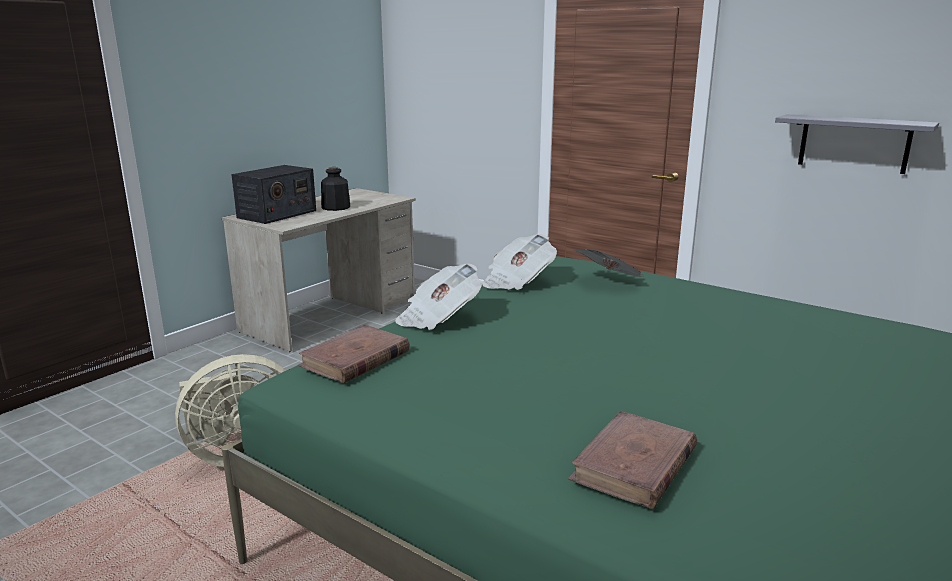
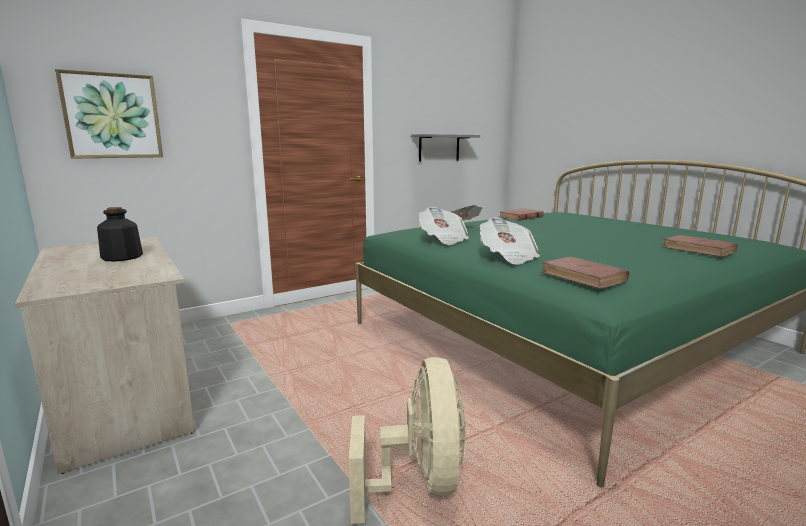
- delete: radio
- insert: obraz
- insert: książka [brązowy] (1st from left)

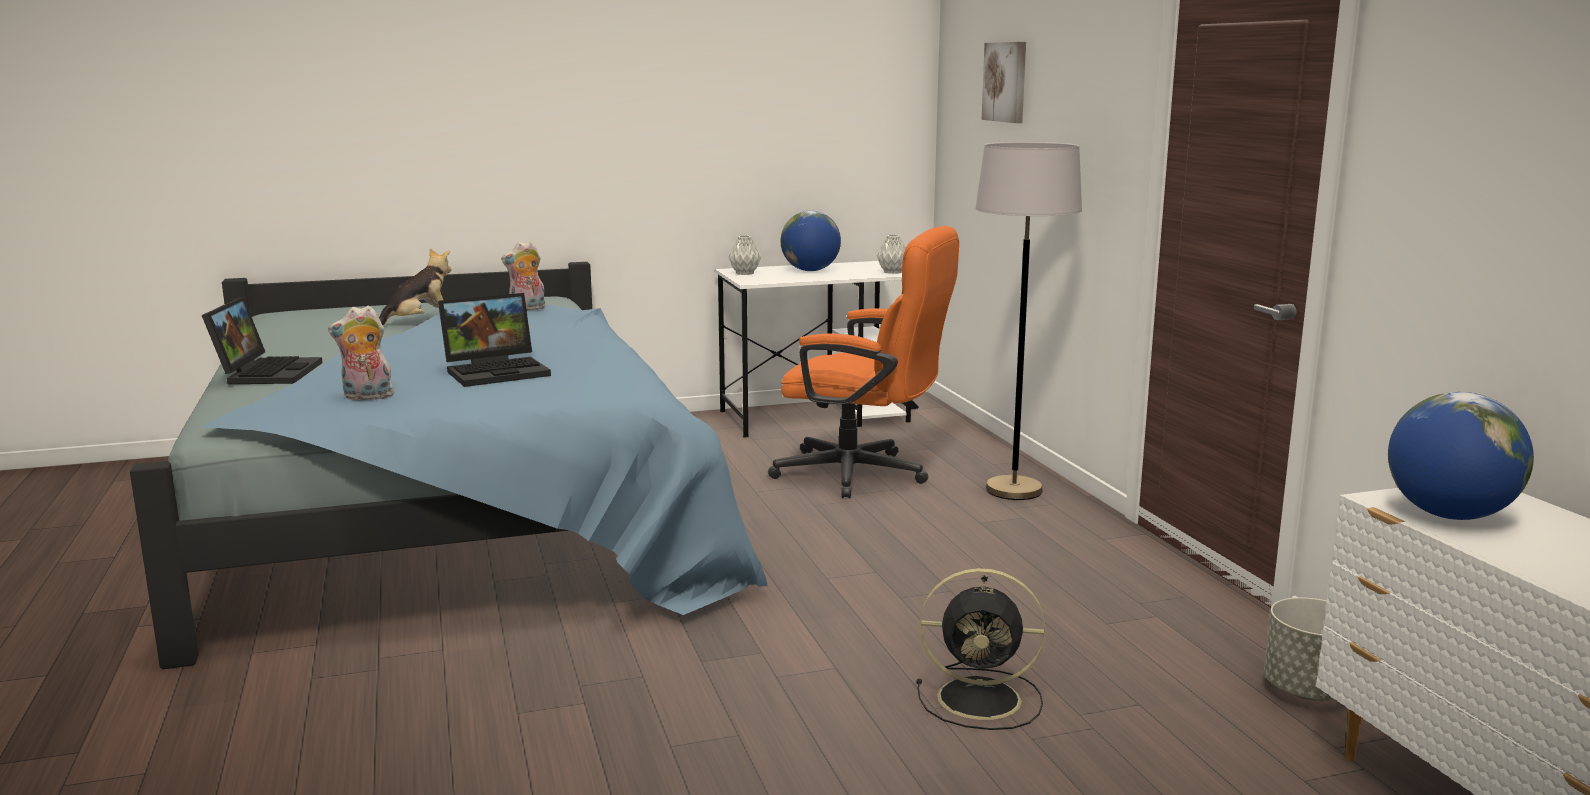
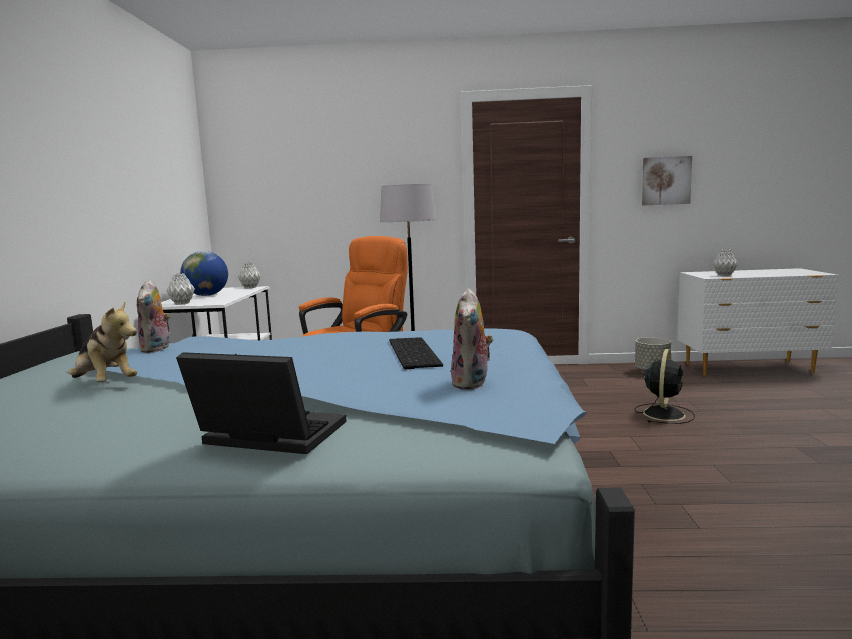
- rotate: pluszak (2nd from left in the first image) 150 degrees clockwise
- replace: laptop (2nd from left) to klawiatura
- move: obraz
- replace: globus (2nd from left) to wazon [szary] (3rd from left)

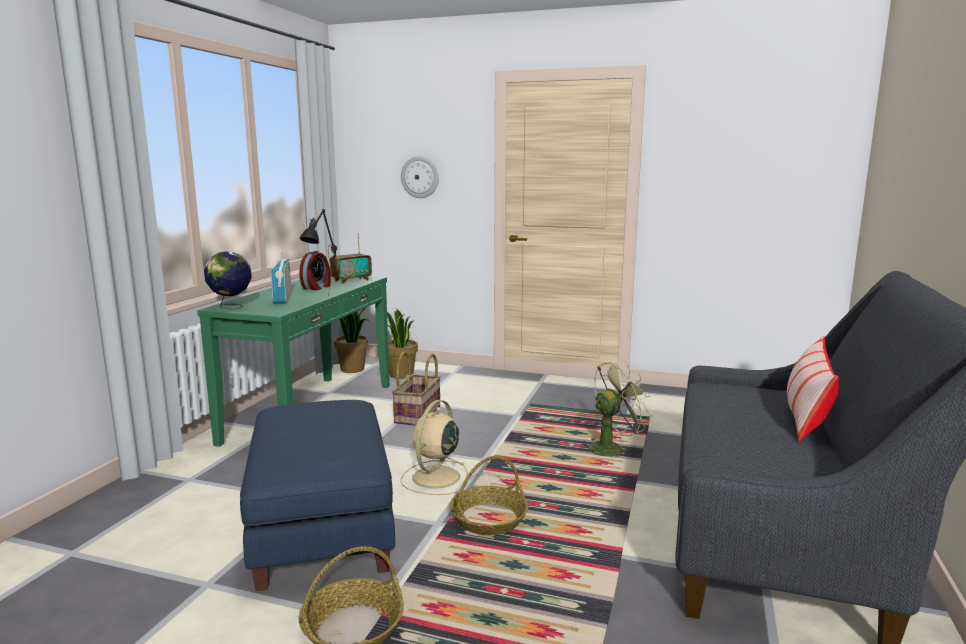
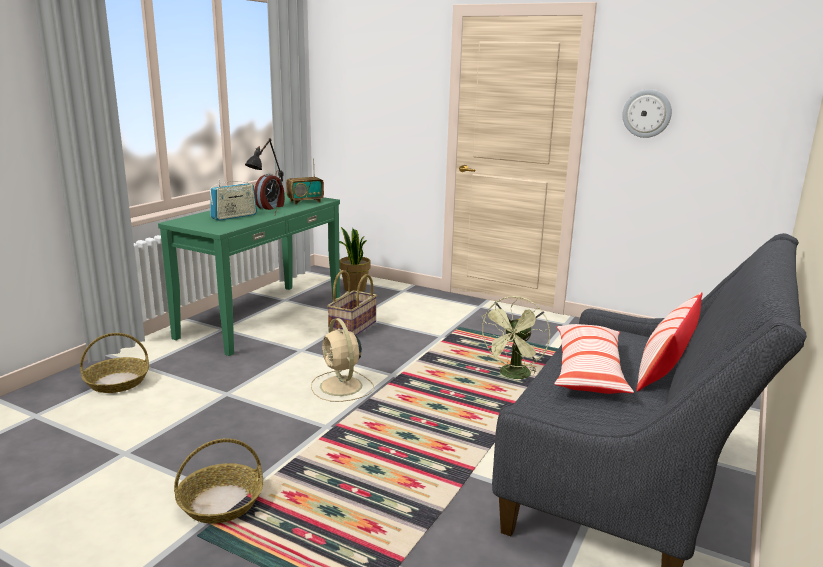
- delete: globus
- delete: pufa [niebieski]
- rotate: radio (1st from left) 135 degrees counterclockwise
- delete: roślina doniczkowa (1st from left)
- rotate: wentylator [beżowy] 60 degrees counterclockwise
- move: zegar ścienny
- move: koszyk (3rd from left in the first image) to koszyk (1st from left)
- rotate: wentylator [zielony] 135 degrees clockwise
- insert: poduszka (1st from left)

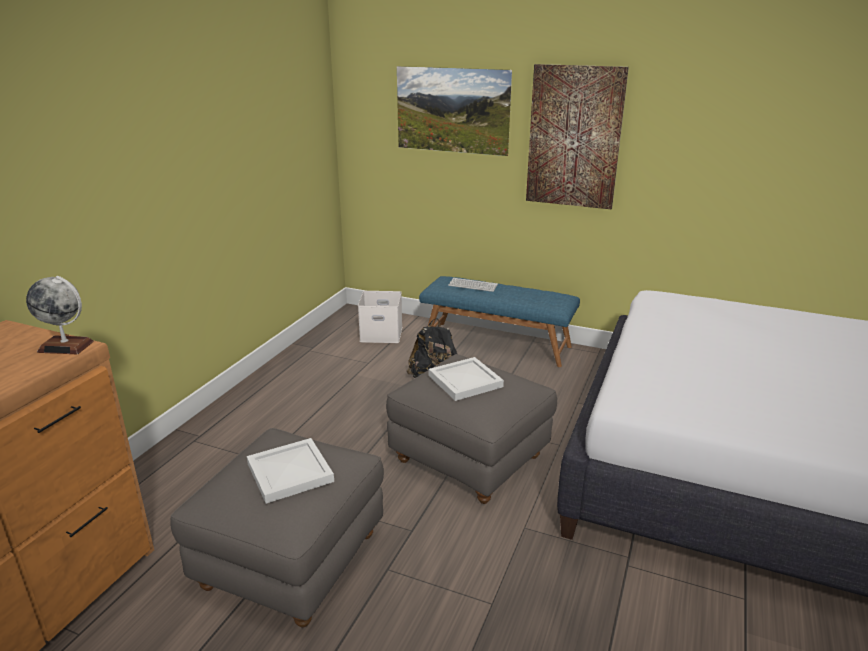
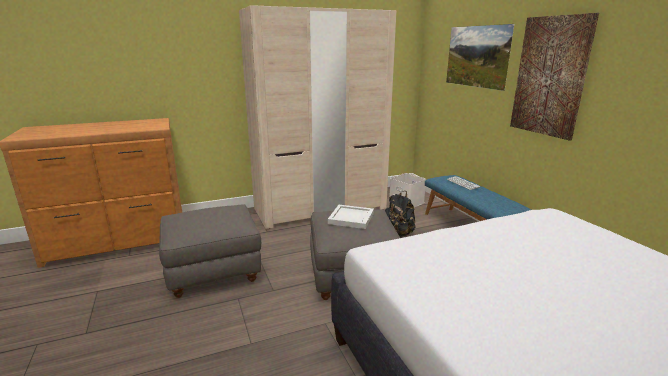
- delete: globus
- delete: taca [biały] (1st from left)
- insert: szafa [beżowy]

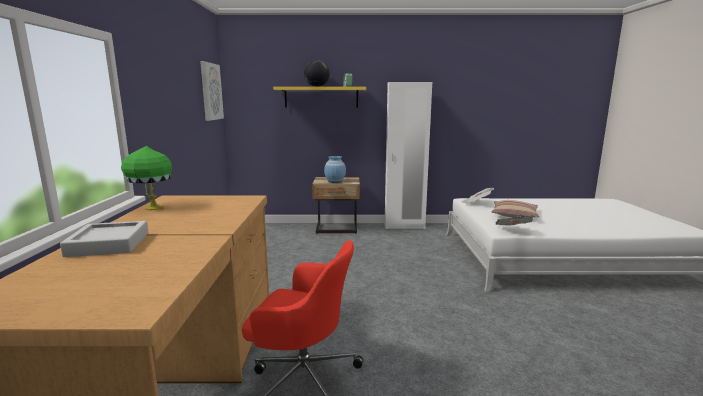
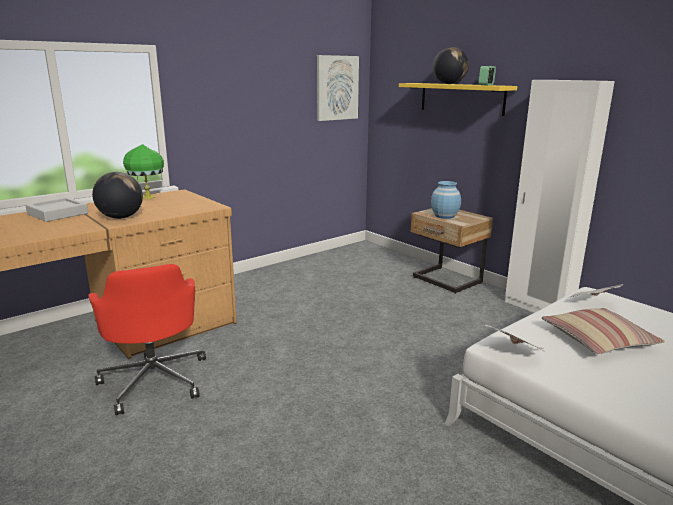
- insert: globus (1st from left)

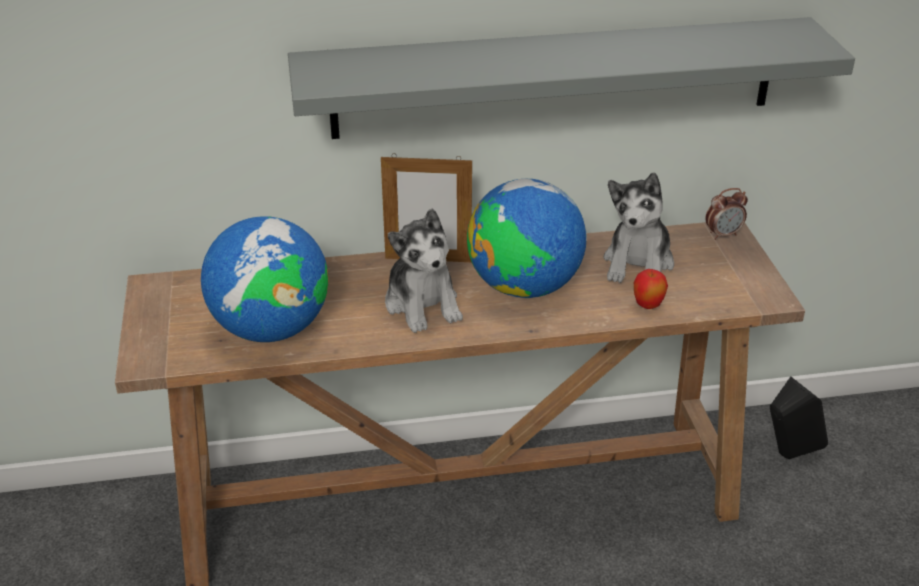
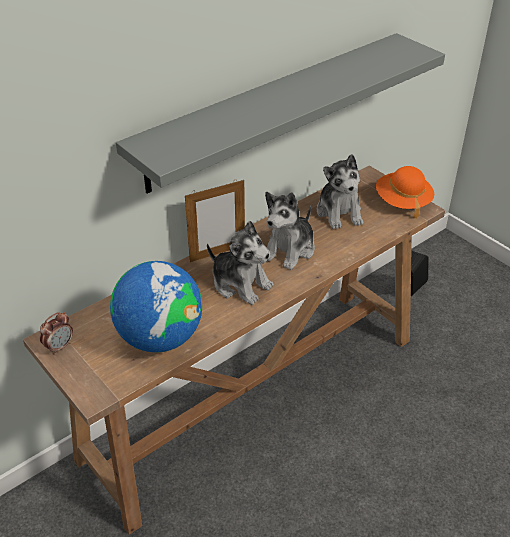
- replace: globus (2nd from left) to pluszak (2nd from left)
- delete: jabłko
- move: budzik
- insert: kapelusz [pomarańczowy]

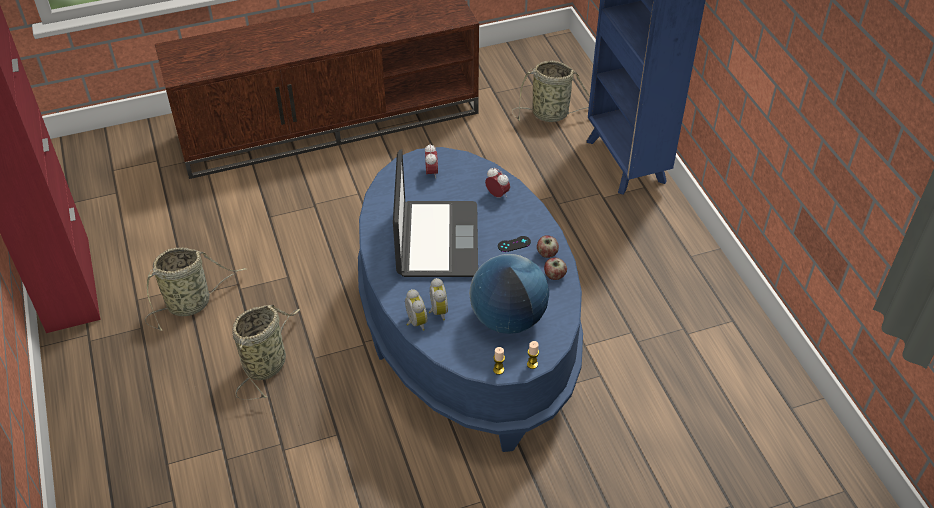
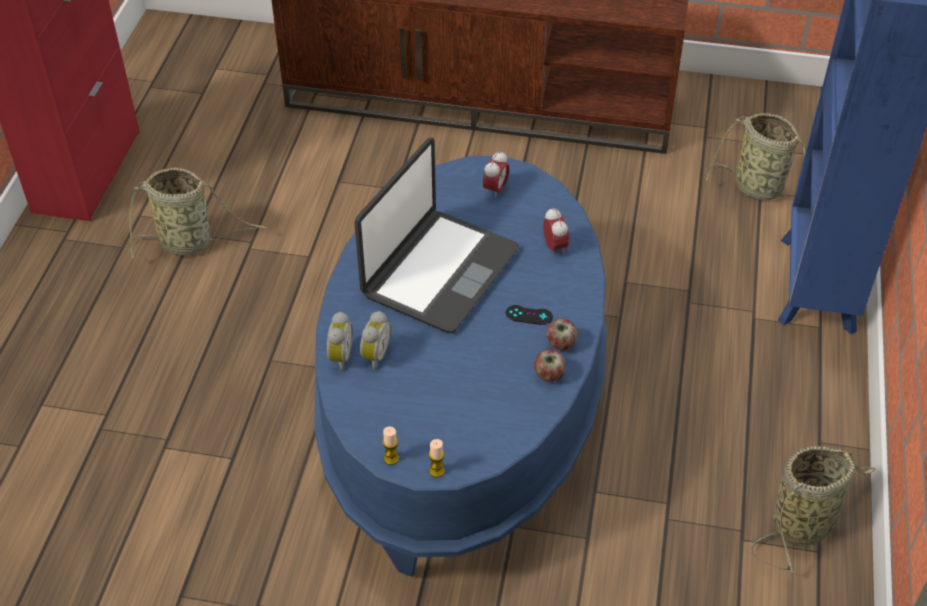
- move: koszyk (2nd from left in the first image) to koszyk (3rd from left)
- delete: globus

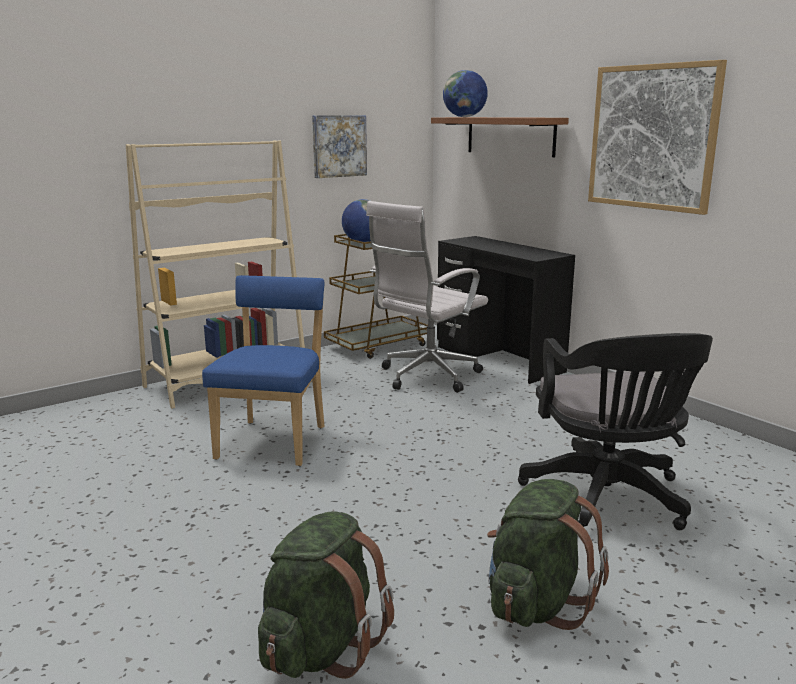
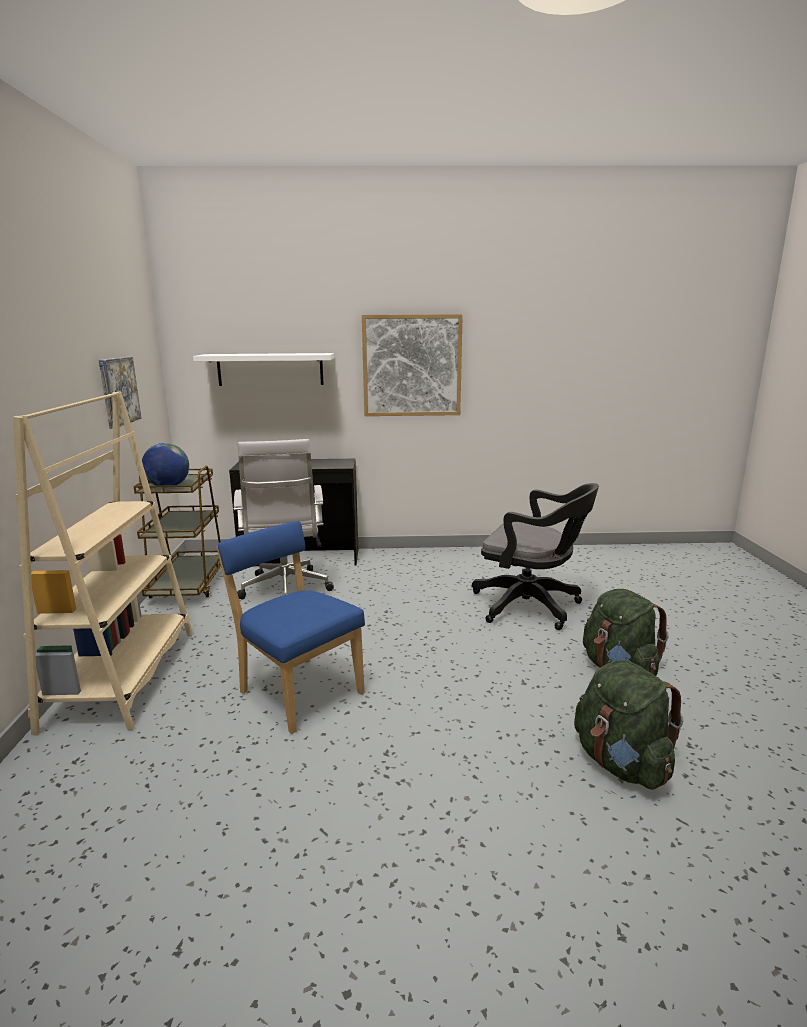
- recolor: półka [brązowy] to półka [biały]
- delete: globus (2nd from left)

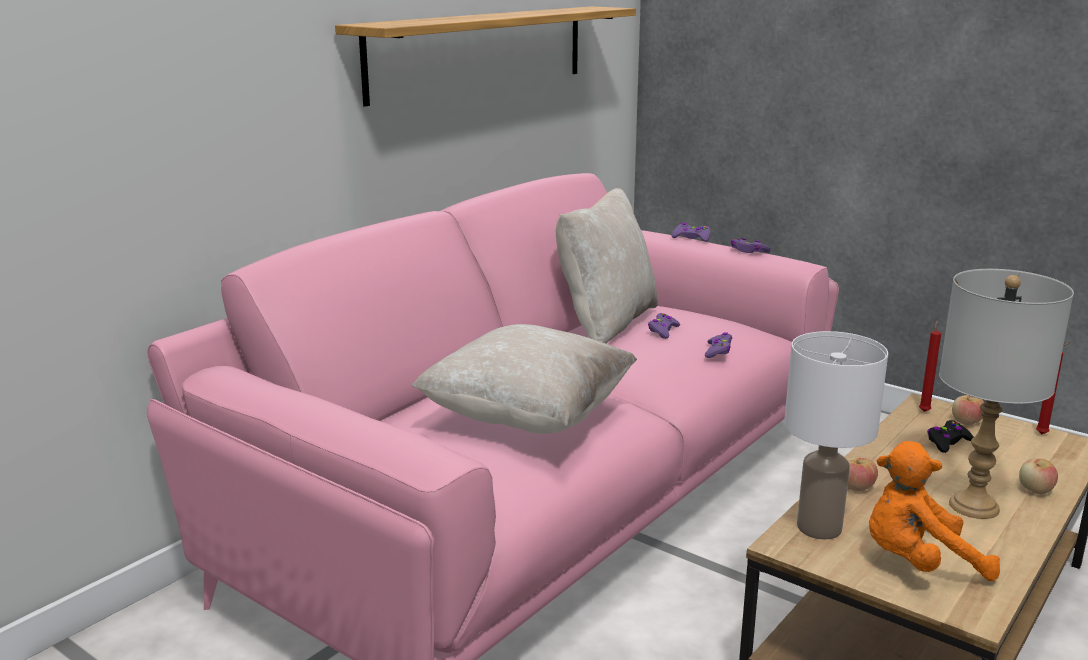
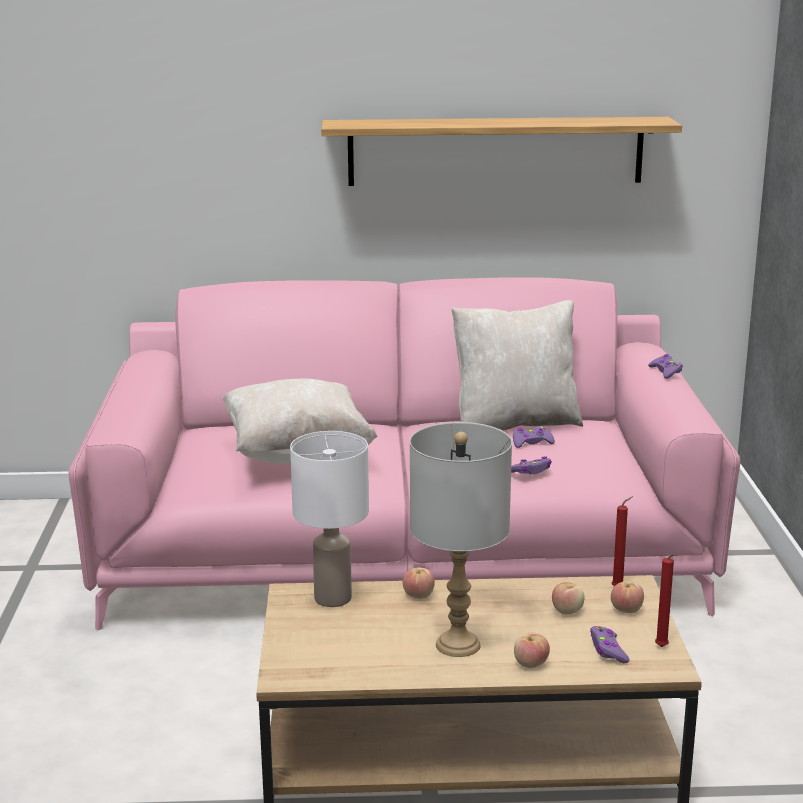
- move: pad do gier [fioletowy] (4th from left in the first image) to pad do gier [fioletowy] (3rd from left)
- delete: pluszak [pomarańczowy]
- replace: pad do gier [czarny] to jabłko (3rd from left)

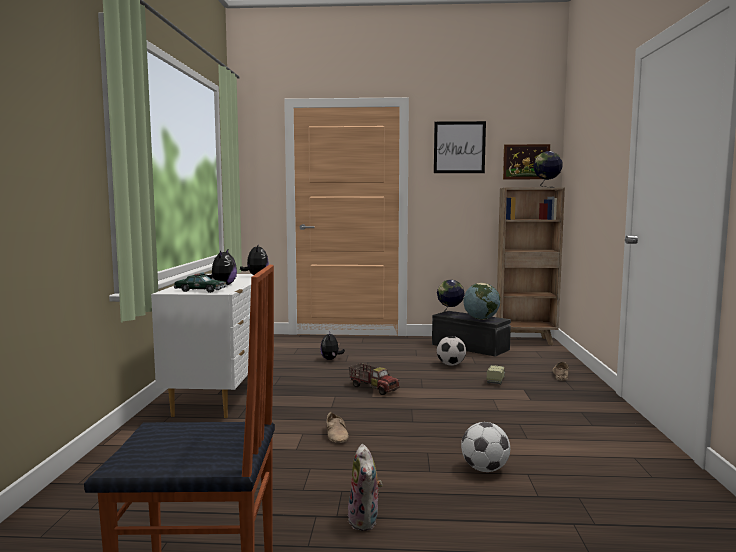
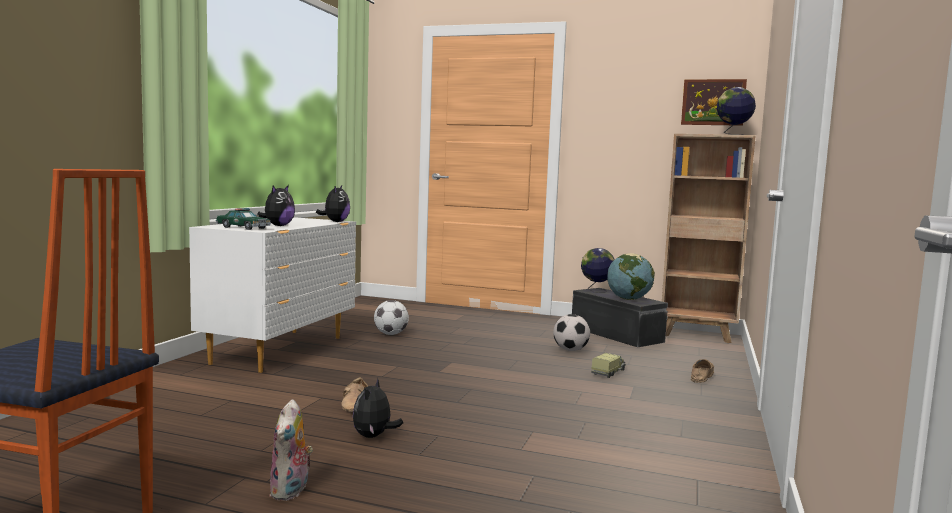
- move: pluszak (3rd from left in the first image) to pluszak (4th from left)
- delete: ciężarówka zabawkowa (1st from left)
- delete: obraz (1st from left)
- move: piłka futbolowa (2nd from left in the first image) to piłka futbolowa (1st from left)

